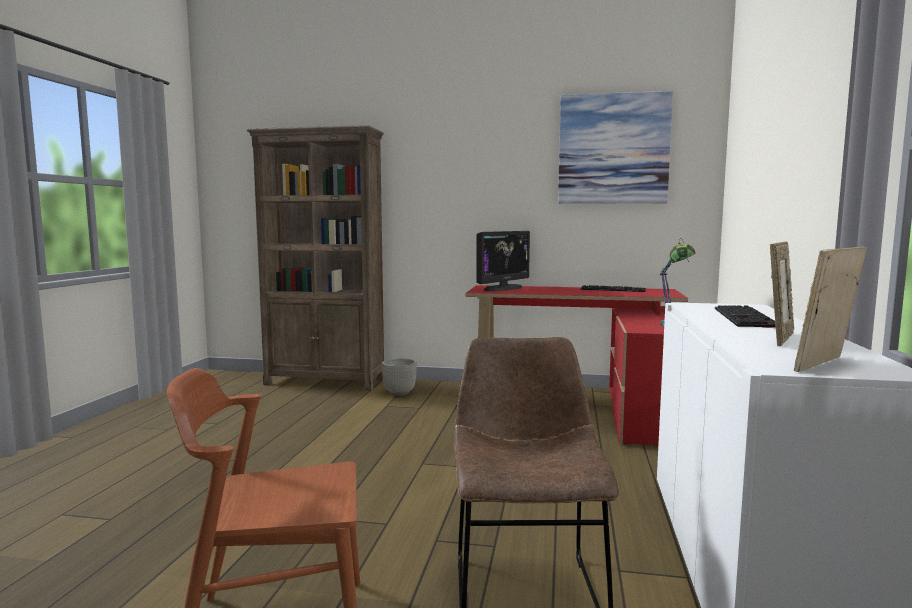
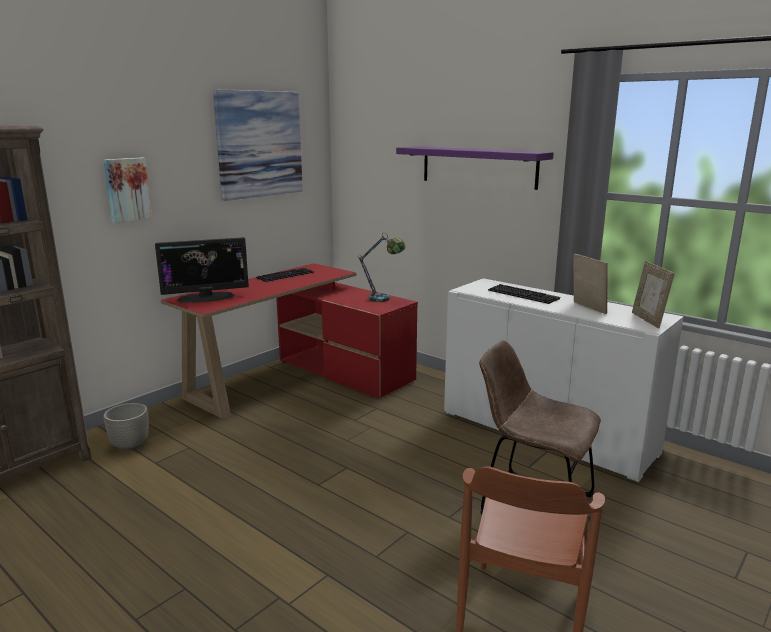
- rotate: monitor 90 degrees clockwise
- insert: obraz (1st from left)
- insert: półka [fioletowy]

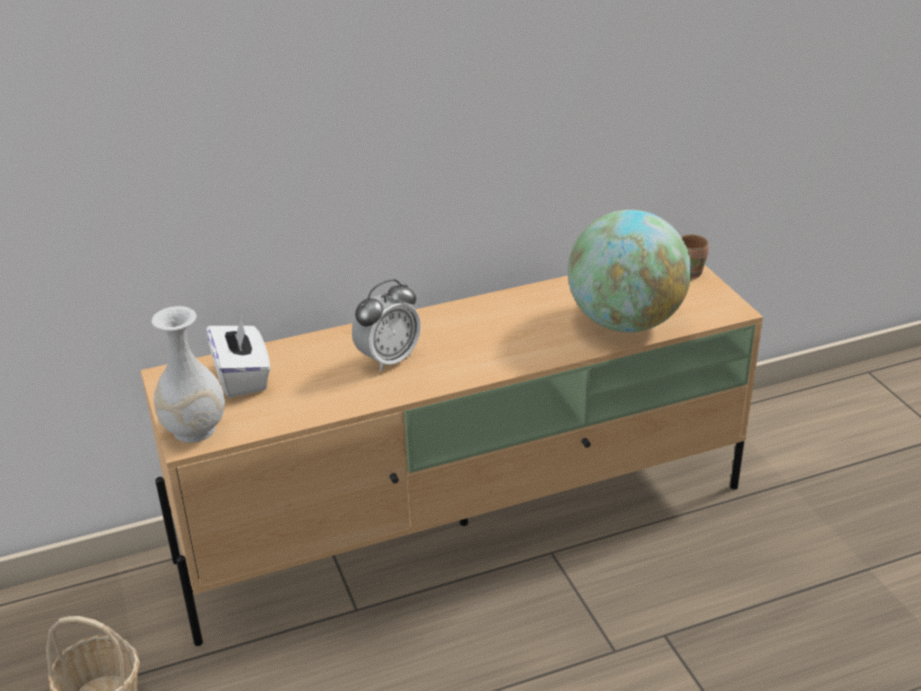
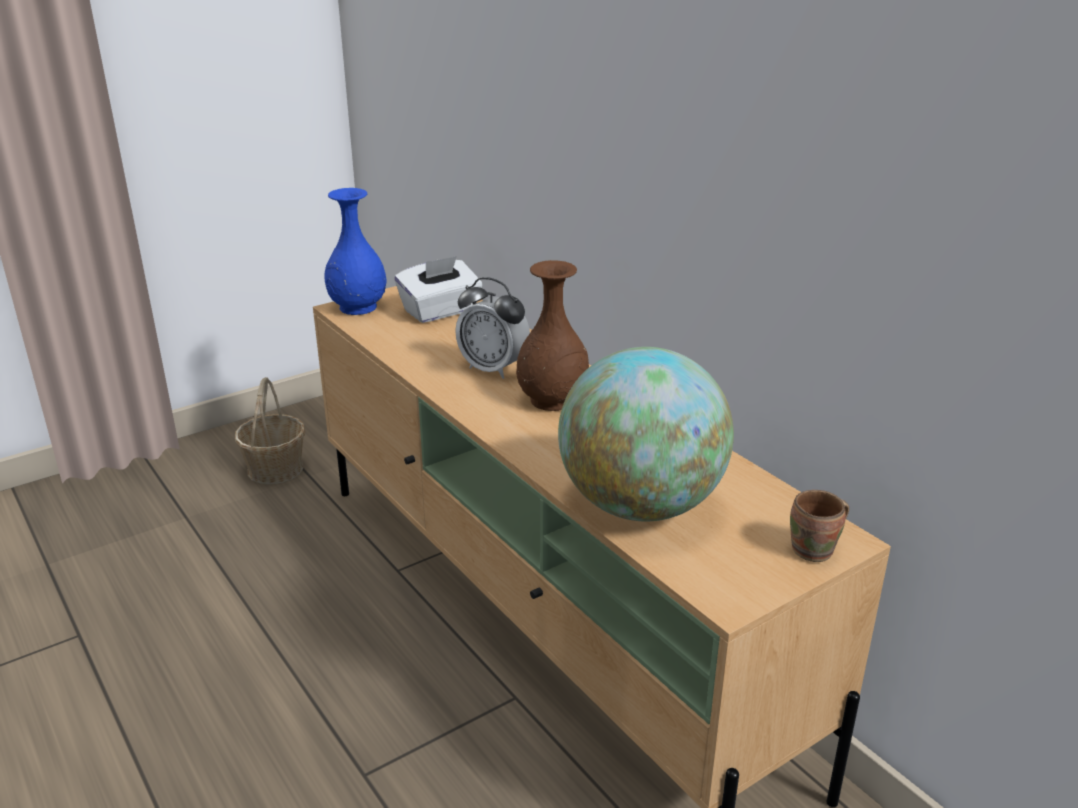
- recolor: wazon [biały] to wazon [niebieski]
- insert: wazon [brązowy]

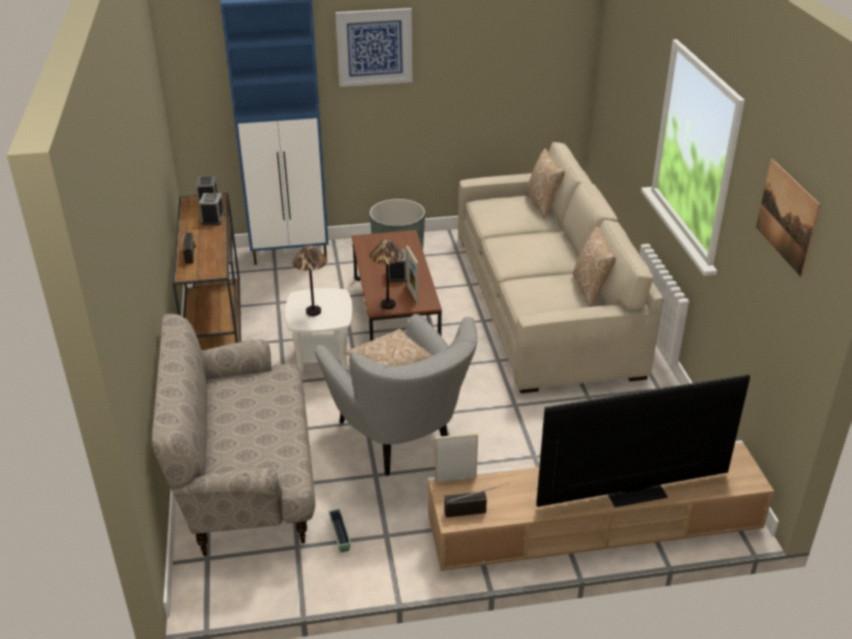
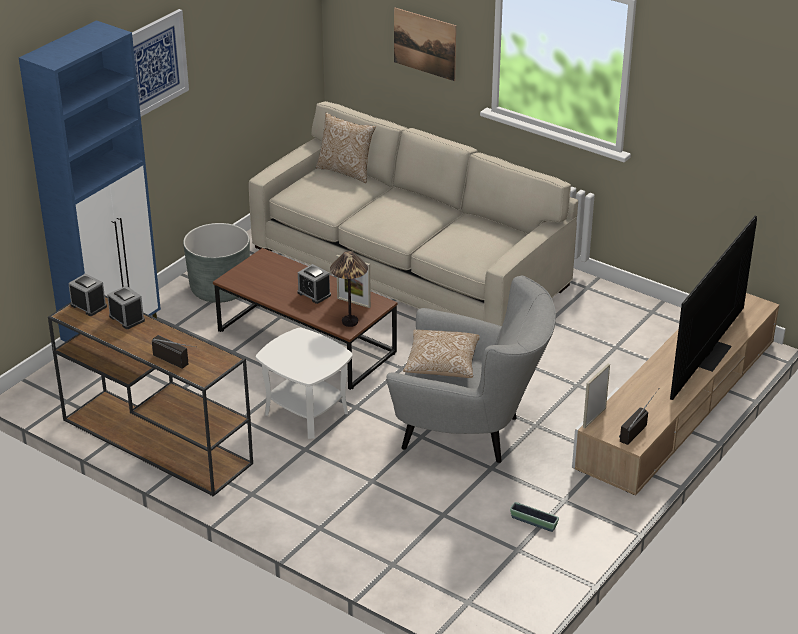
- delete: kanapa [beżowy] (1st from left)
- delete: lampa stołowa (1st from left)
- delete: poduszka (3rd from left)
- move: obraz (2nd from left)

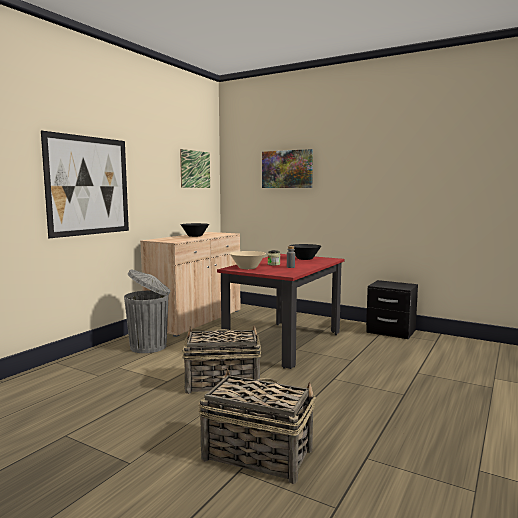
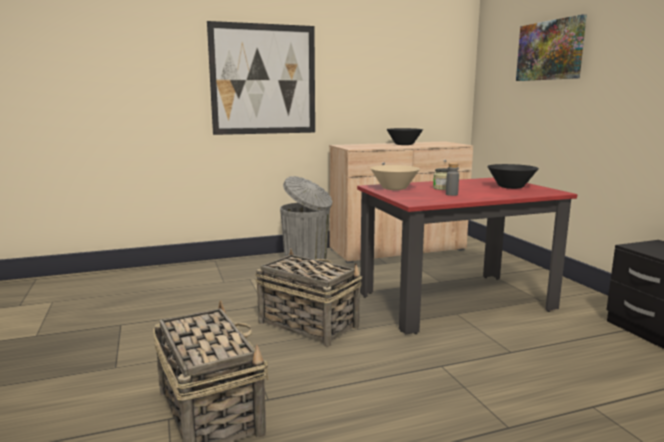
- delete: obraz (2nd from left)

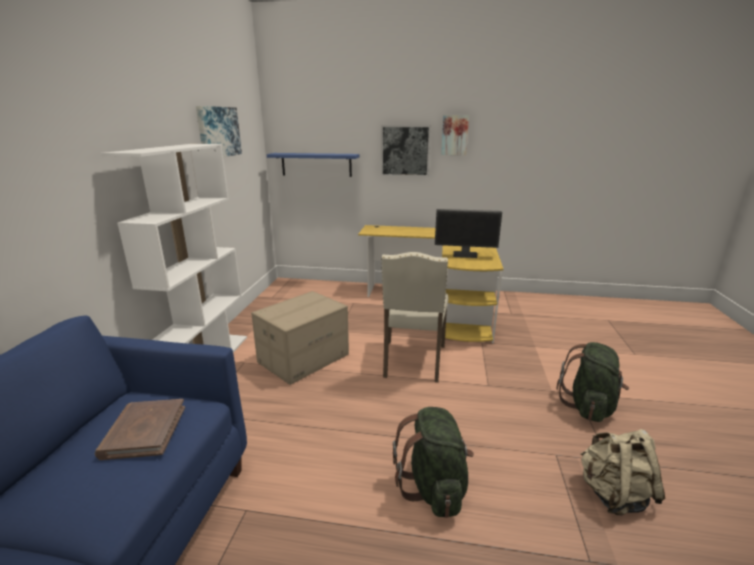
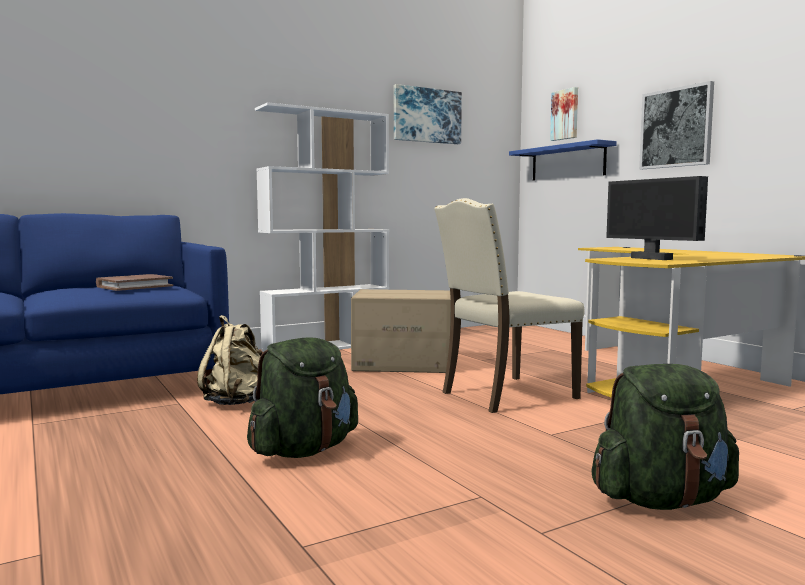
- move: obraz (3rd from left in the first image) to obraz (2nd from left)
- move: plecak [beżowy]

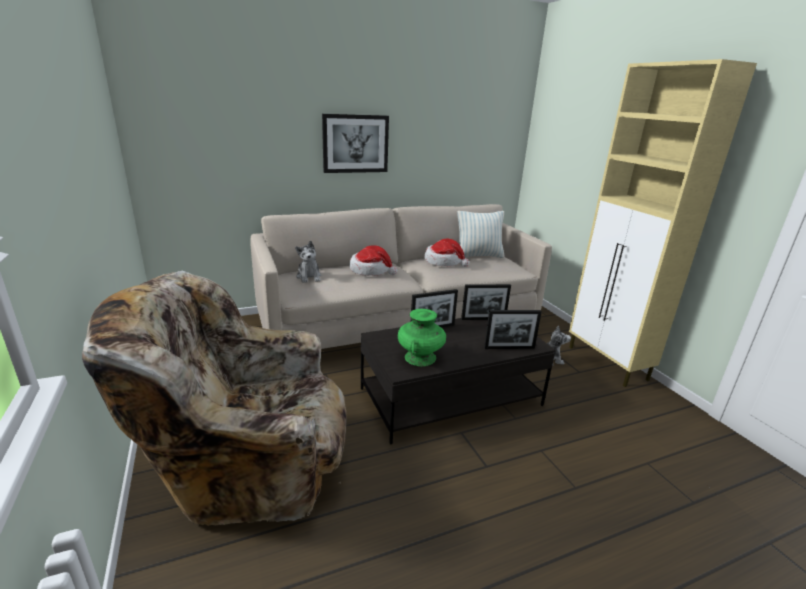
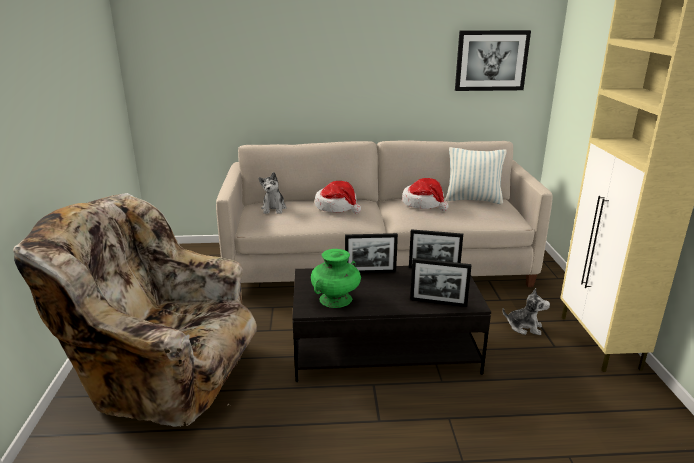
- move: obraz

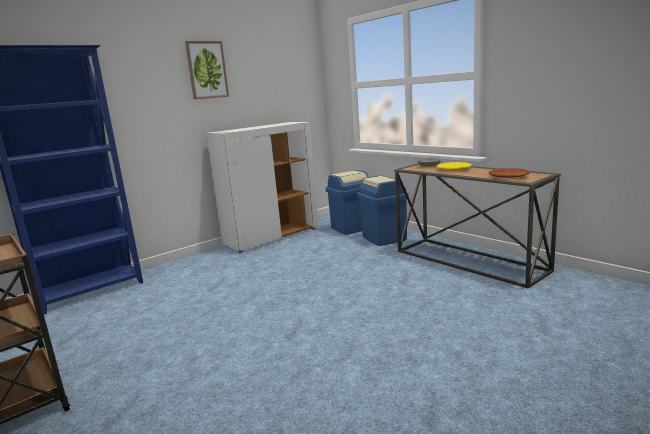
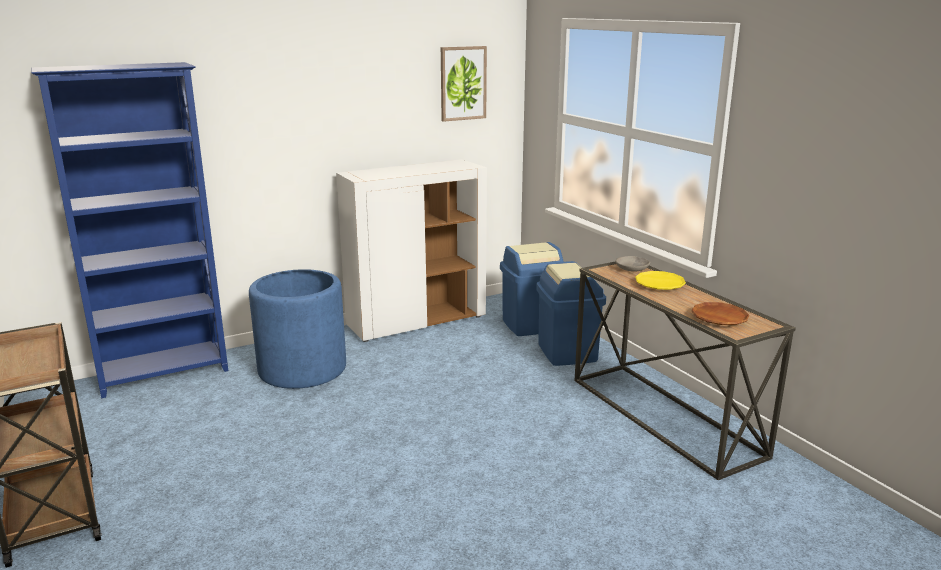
- move: obraz
- insert: donica [niebieski]

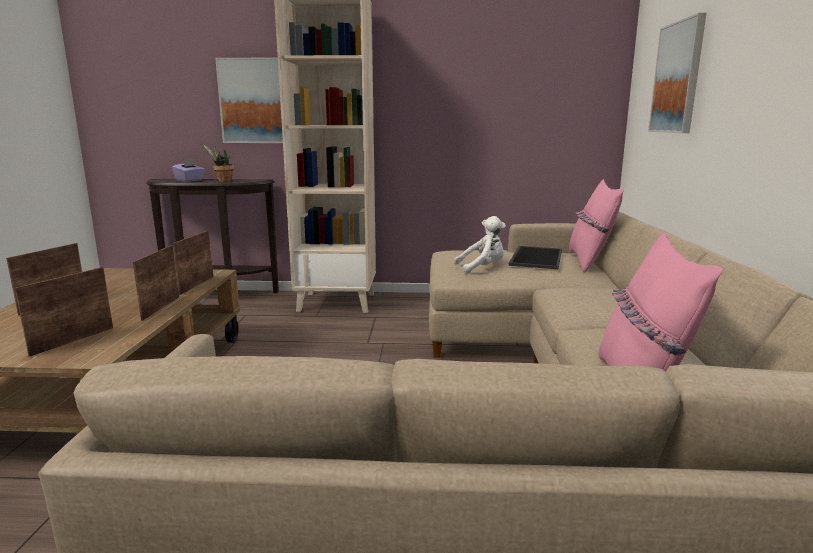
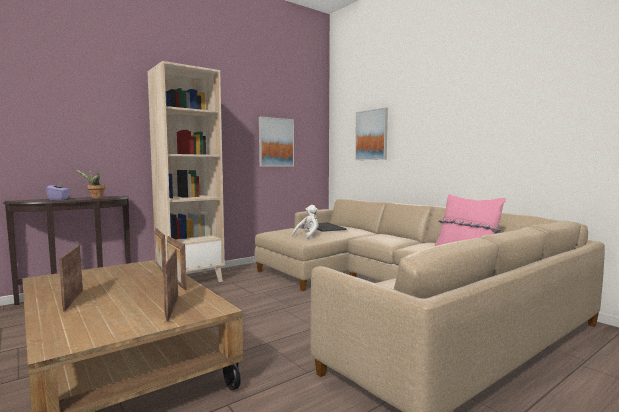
- move: obraz (1st from left)
- delete: poduszka [różowy] (1st from left)

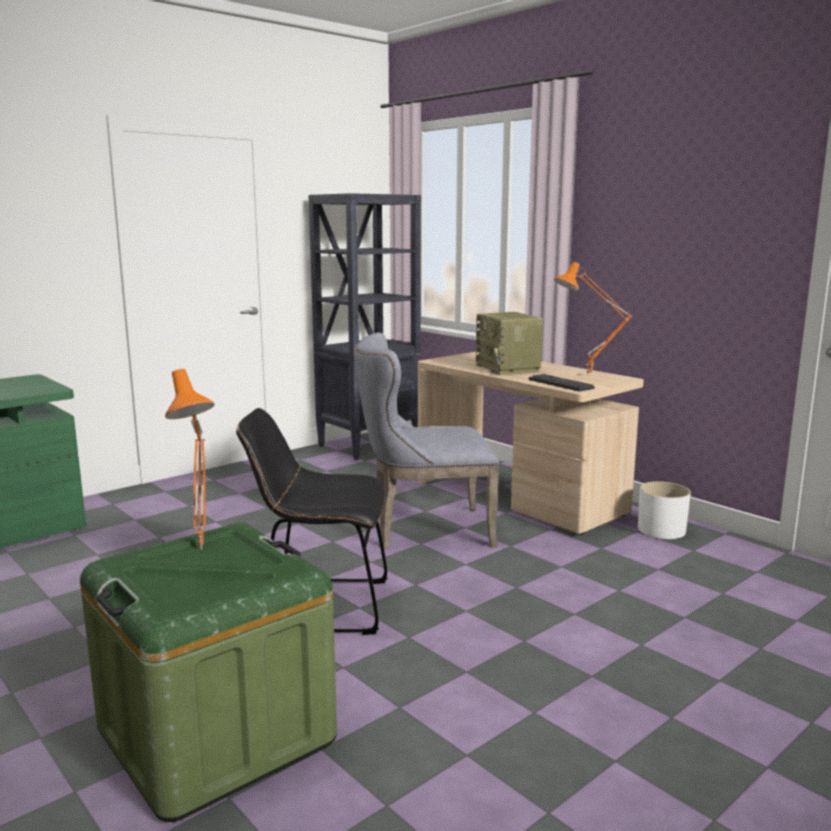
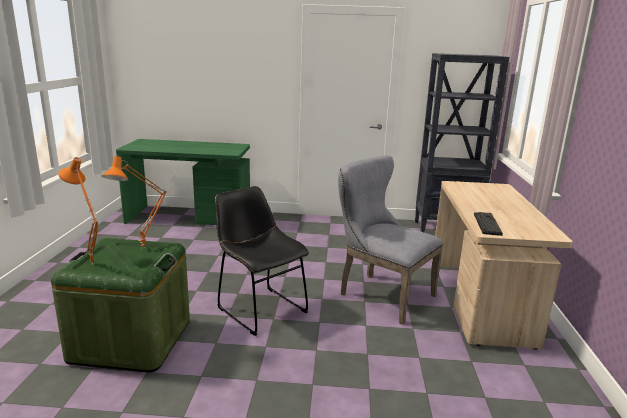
- delete: radio
- move: lampa stołowa [pomarańczowy] (2nd from left in the first image) to lampa stołowa [pomarańczowy] (1st from left)
- delete: donica [biały]

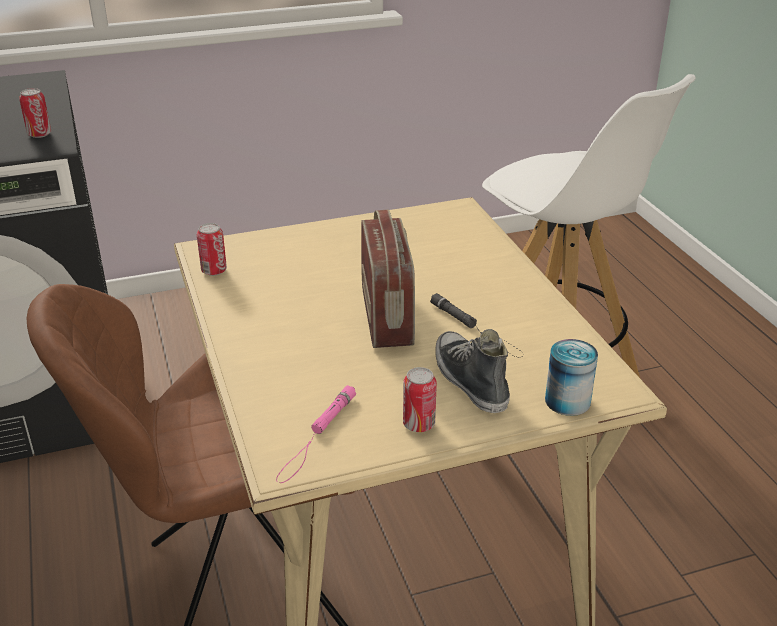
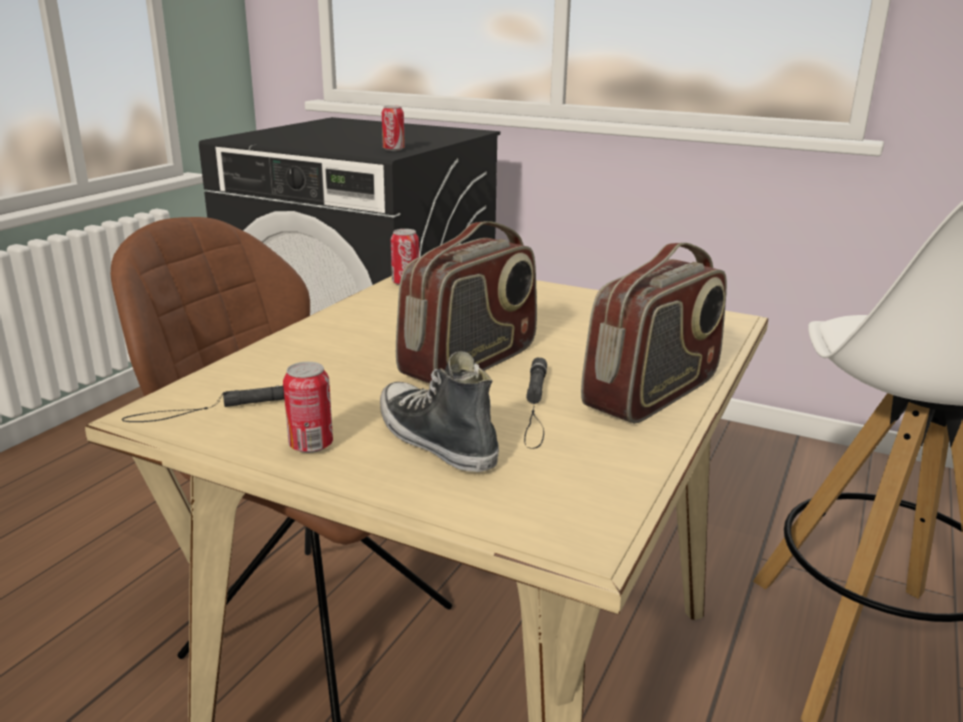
- recolor: latarka [różowy] to latarka [czarny] (1st from left)
- rotate: but 60 degrees counterclockwise
- delete: puszka (4th from left)
- insert: radio (2nd from left)

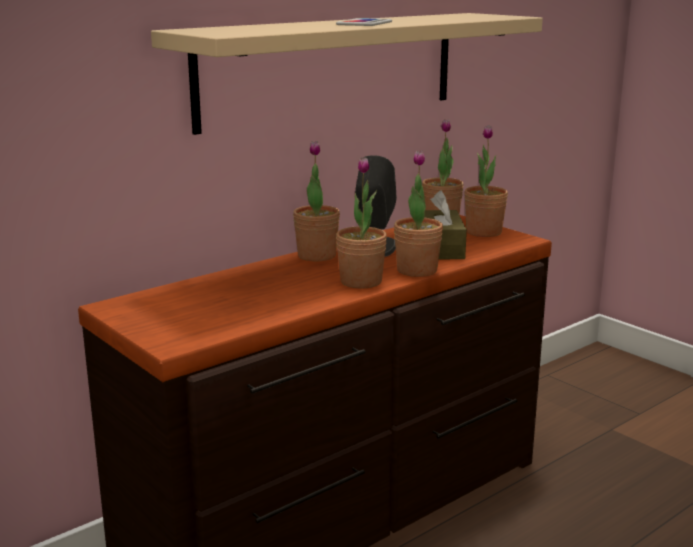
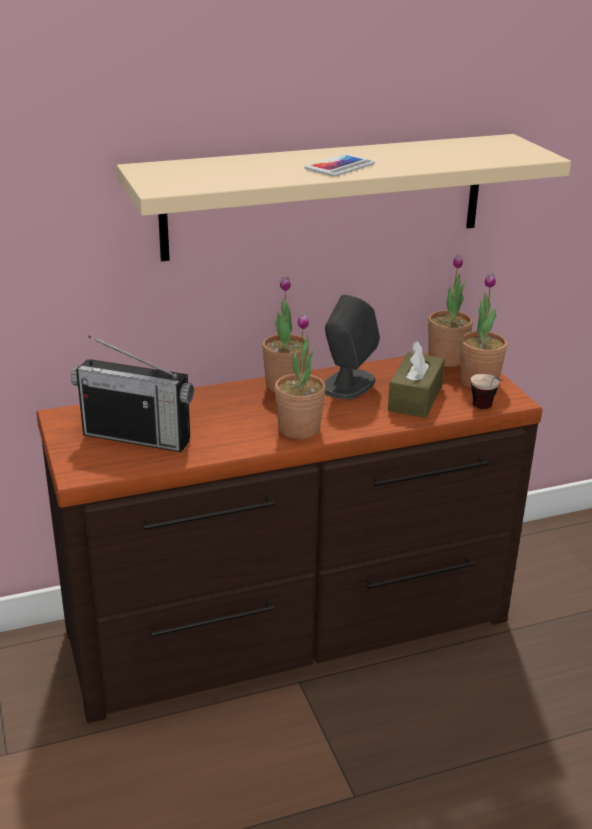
- delete: roślina doniczkowa (3rd from left)
- insert: radio
- insert: filiżanka

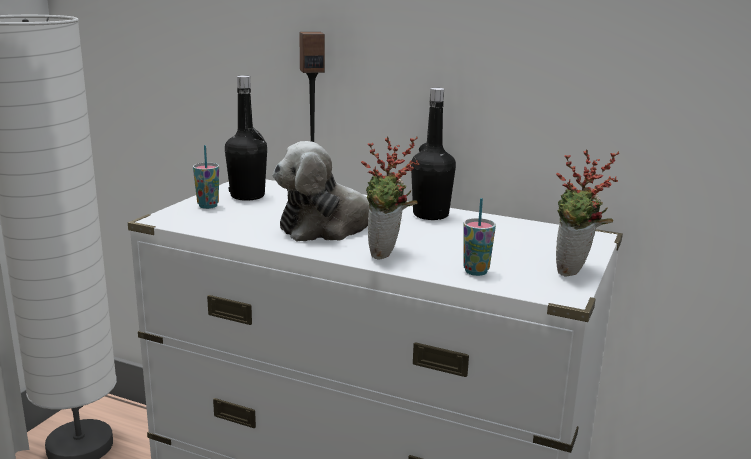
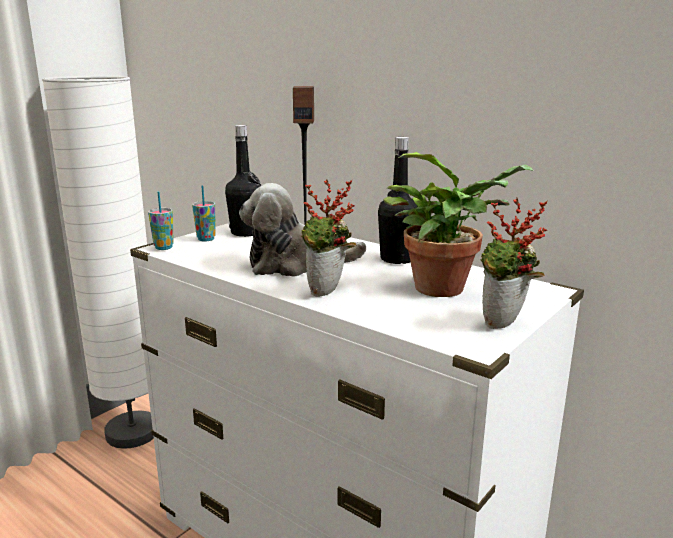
- move: filiżanka (2nd from left in the first image) to filiżanka (1st from left)
- insert: roślina doniczkowa (2nd from left)

